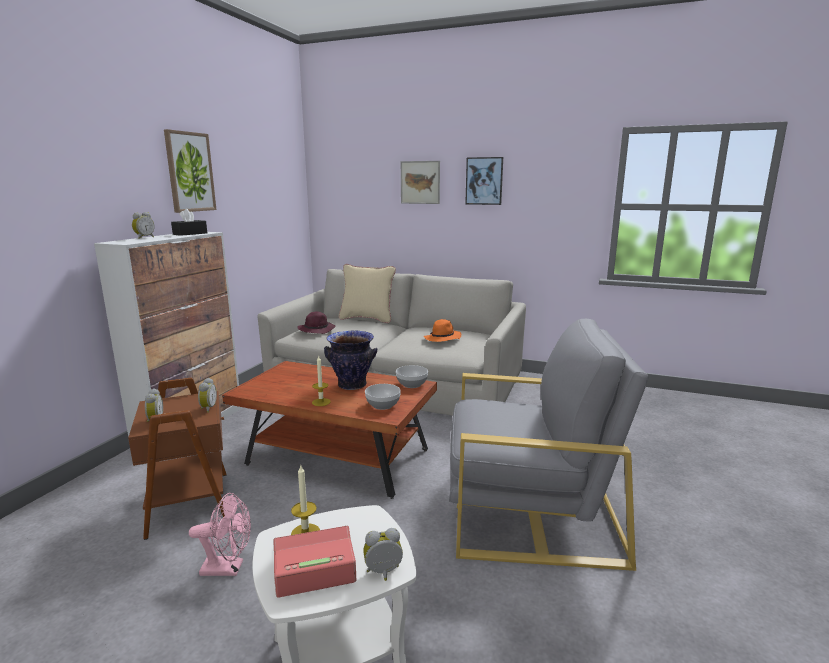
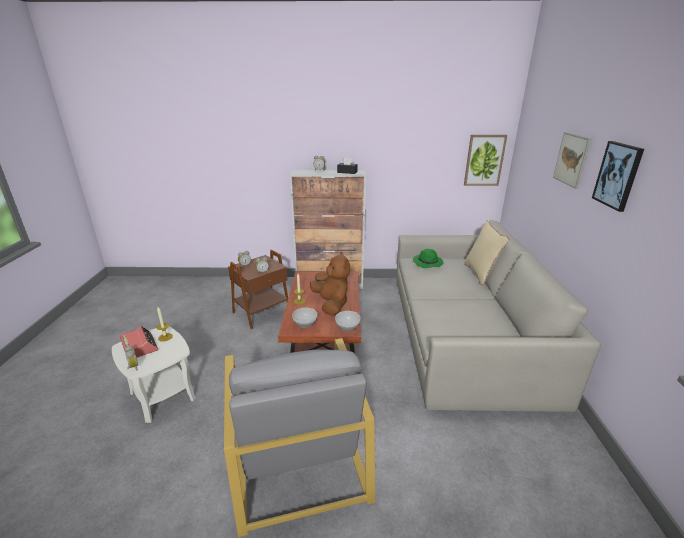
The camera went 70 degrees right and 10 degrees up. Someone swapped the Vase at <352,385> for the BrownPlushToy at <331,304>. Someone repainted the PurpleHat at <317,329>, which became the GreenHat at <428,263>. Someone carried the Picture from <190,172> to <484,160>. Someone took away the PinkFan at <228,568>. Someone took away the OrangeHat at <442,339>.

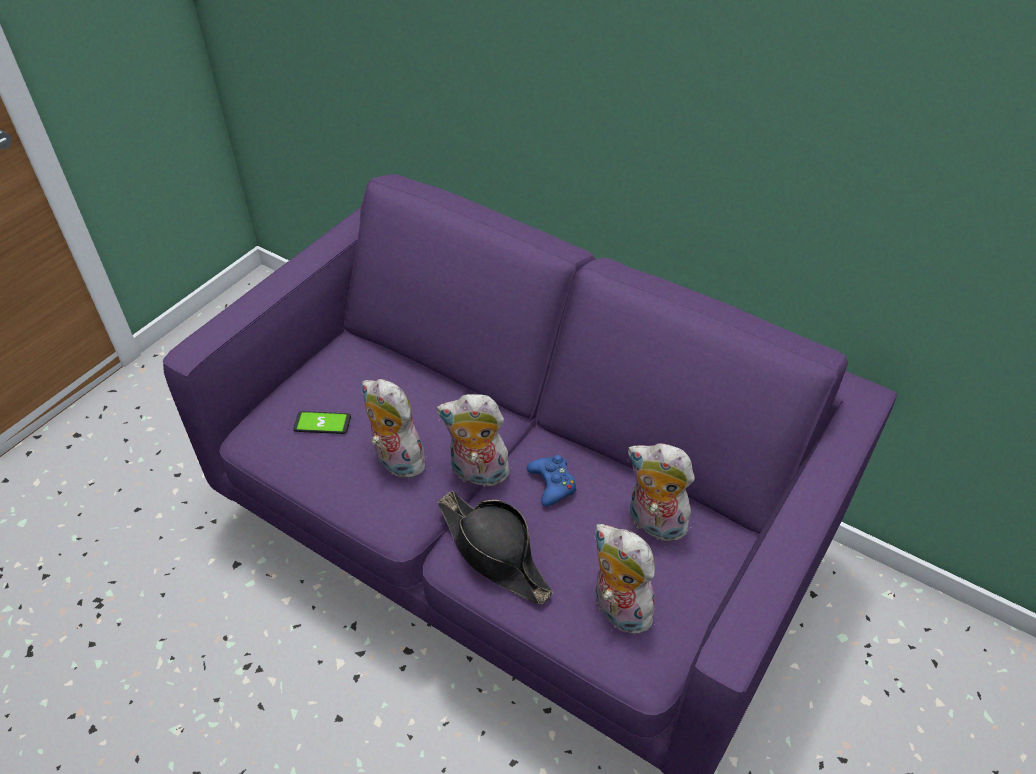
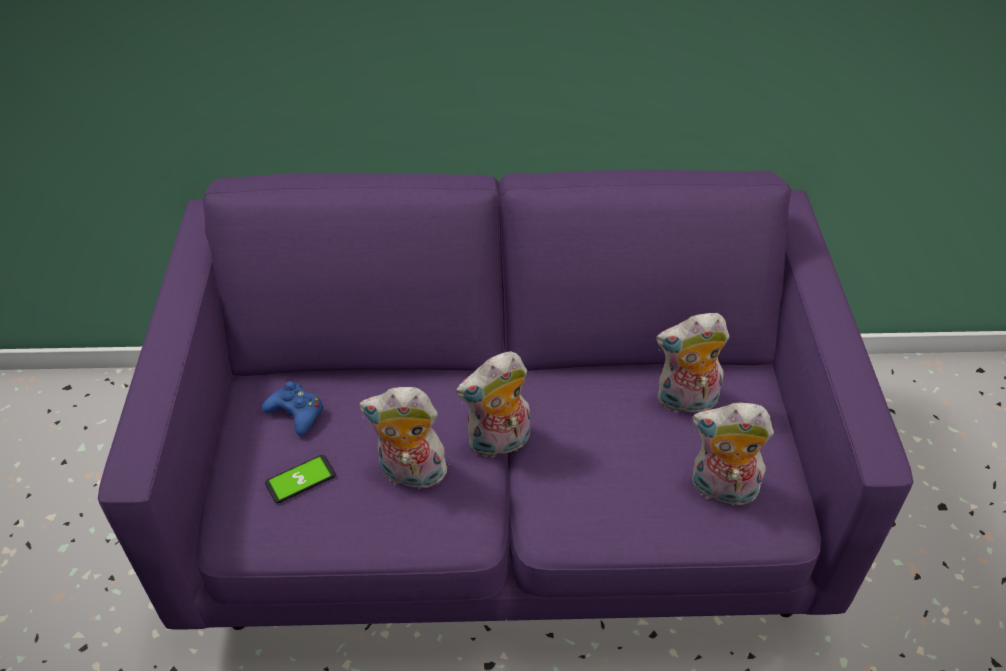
The camera went 35 degrees left and 0 degrees up. Someone carried the BlueGameController from <552,484> to <296,413>. Someone took away the BlackHat at <494,553>.

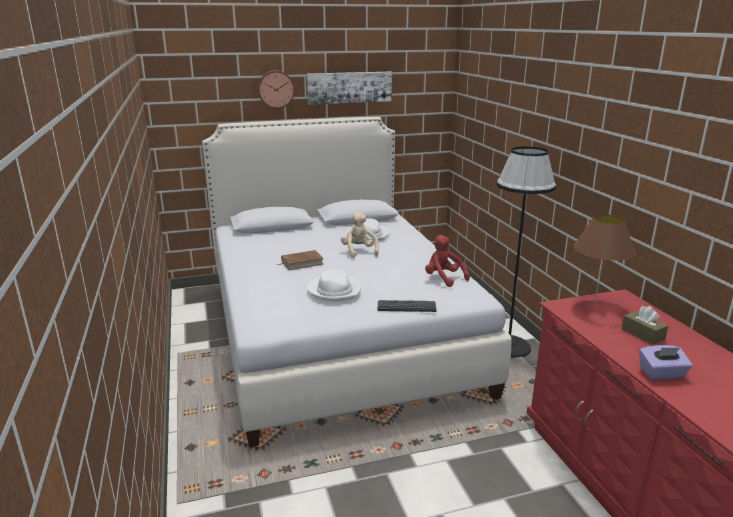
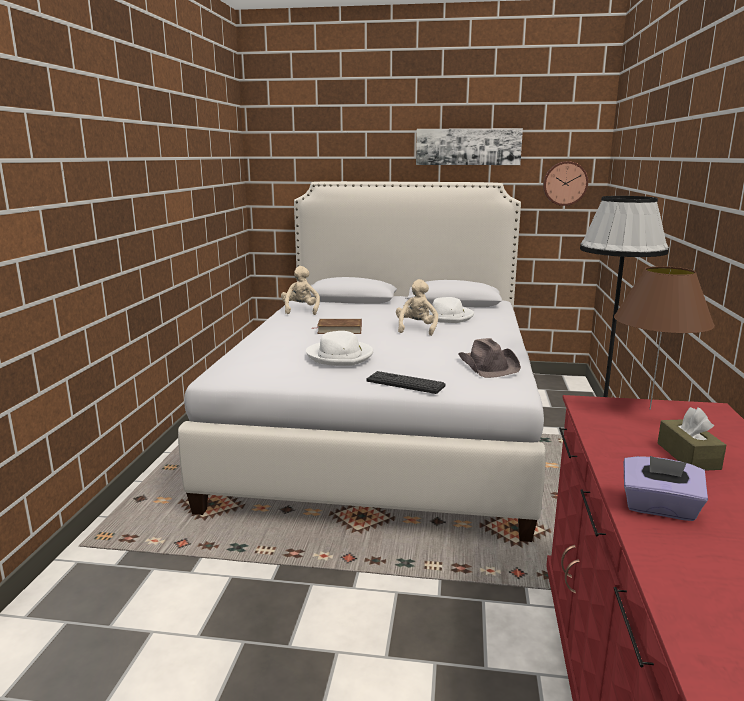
The camera went 25 degrees right and 5 degrees down. Someone put down the BeigePlushToy at <301,310>. Someone swapped the RedPlushToy at <443,278> for the BrownHat at <489,366>. Someone carried the WallClock from <275,89> to <565,183>.

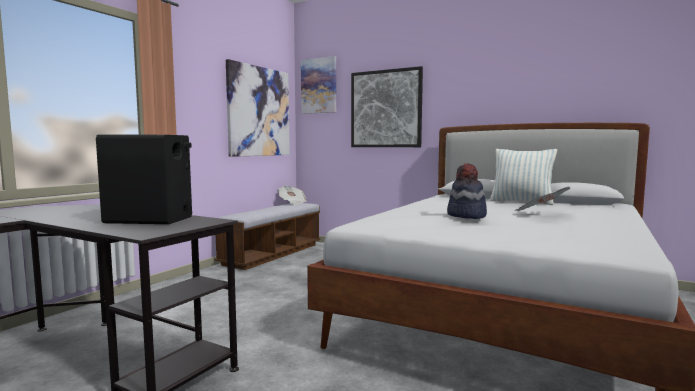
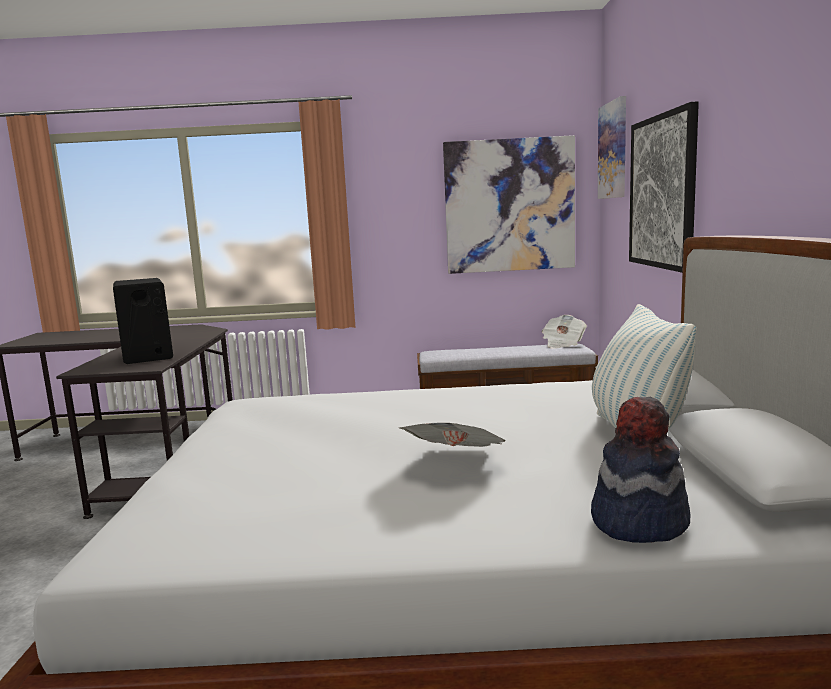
The camera went 60 degrees right and 5 degrees up. Someone carried the Hat from <466,216> to <638,521>.

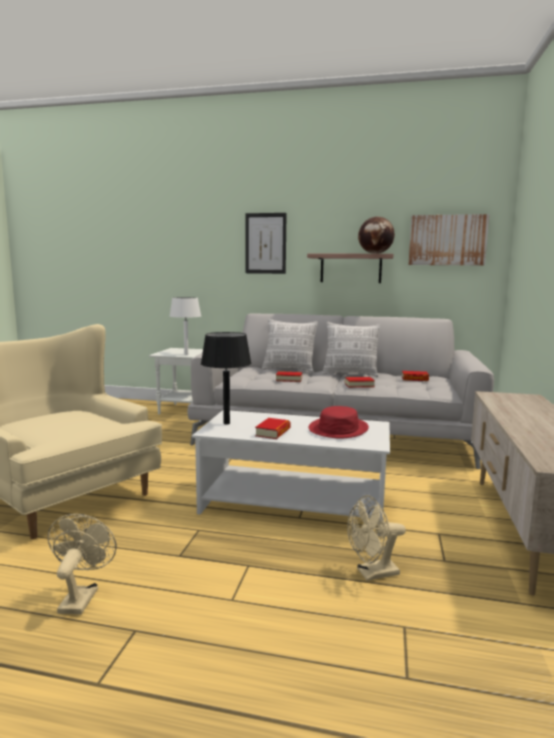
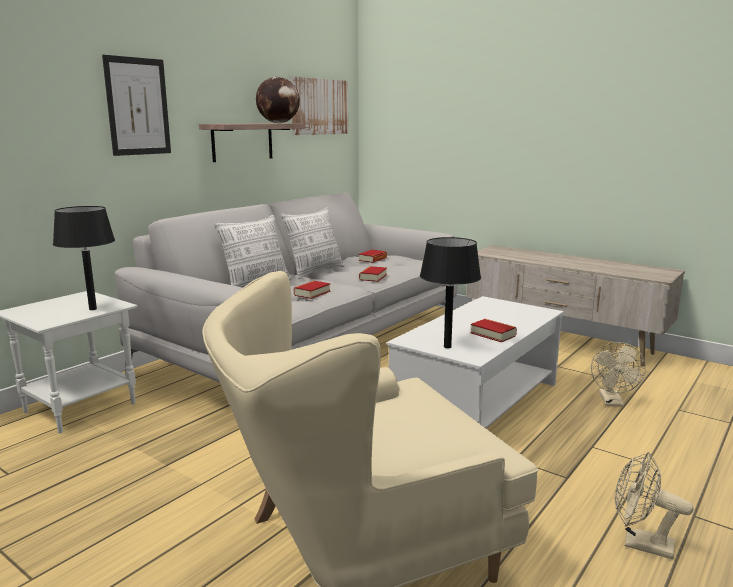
The camera went 65 degrees left and 5 degrees up. Someone repainted the WhiteTableLamp at <186,354>, which became the BlackTableLamp at <92,309>. Someone took away the RedHat at <338,429>.

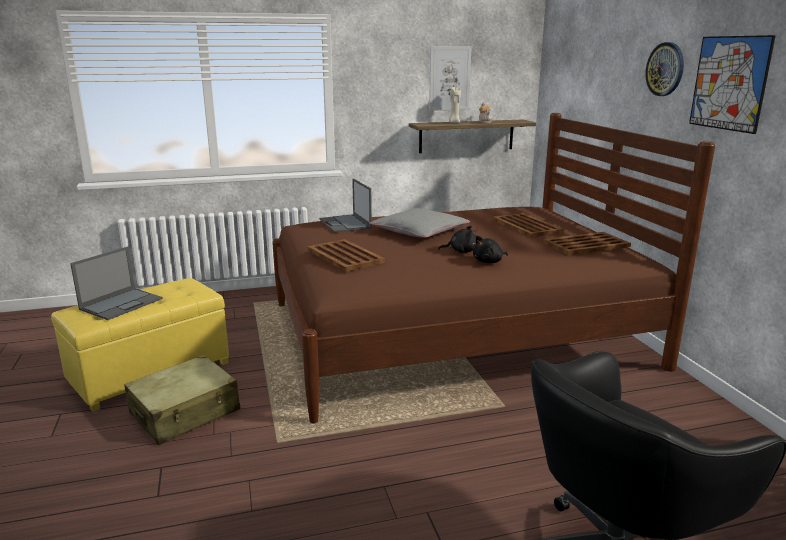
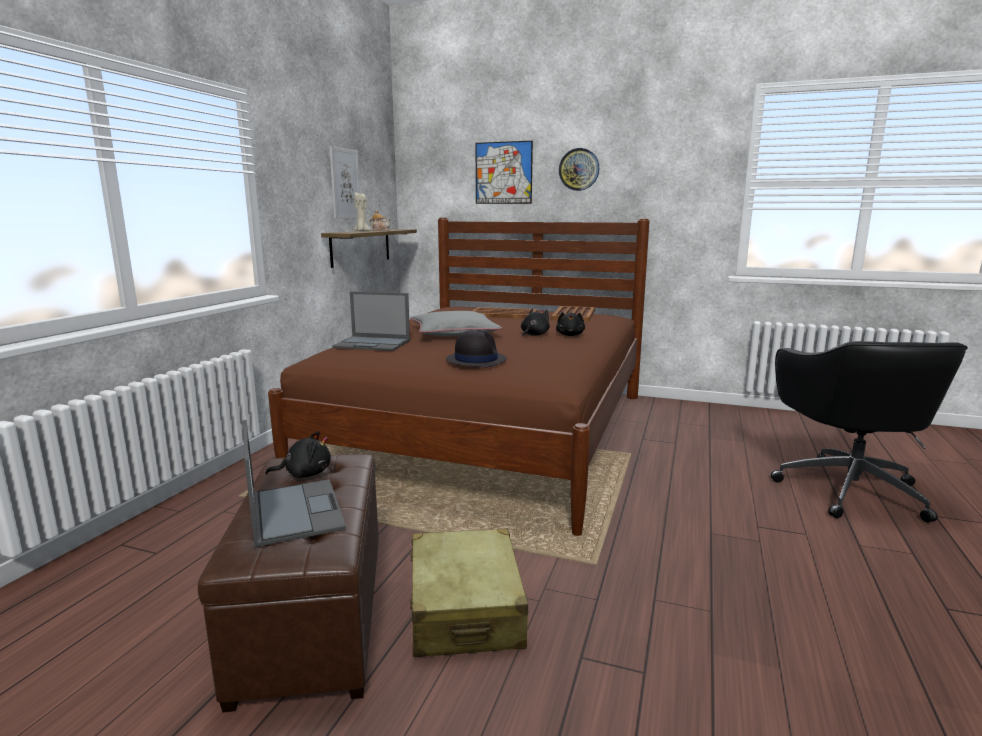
The camera went 55 degrees left and 5 degrees down. Someone repainted the YellowOttoman at <150,373>, which became the BrownOttoman at <312,617>. Someone put down the BlackPlushToy at <305,474>. Someone swapped the BrownTray at <345,256> for the BlackHat at <476,360>. Someone carried the Picture from <729,83> to <503,173>.

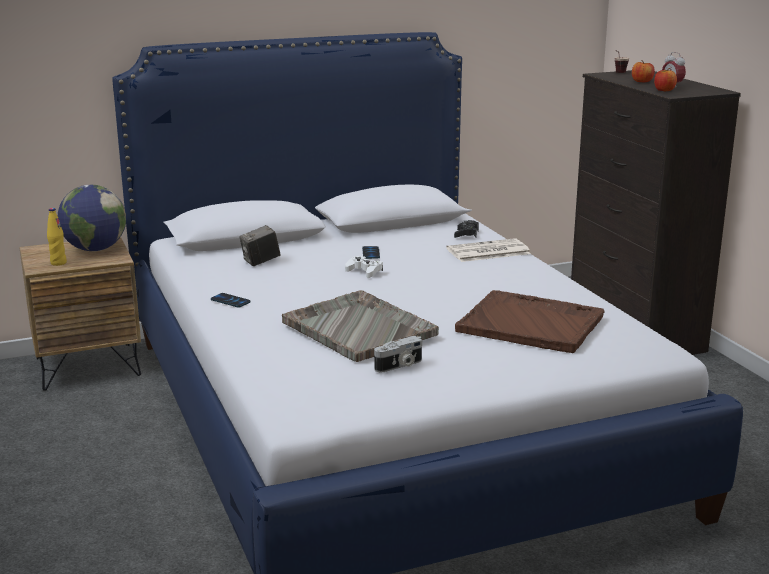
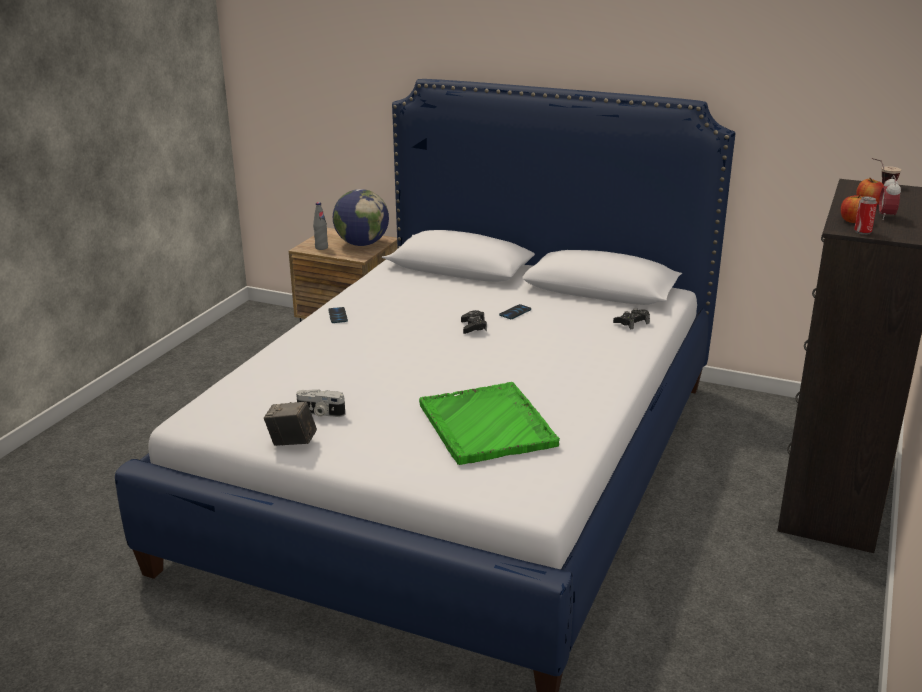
The camera went 45 degrees right and 5 degrees up. Someone carried the PhotoCamera from <260,262> to <292,442>. Someone repainted the YellowBottle at <58,263>, which became the GreyBottle at <321,247>. Someone repainted the BrownTray at <531,324>, which became the GreenTray at <487,426>. Someone repainted the WhiteGameController at <364,271>, which became the BlackGameController at <473,327>. Someone put down the Can at <862,232>. Someone took away the GreyTray at <358,328>. Someone took away the Newspaper at <487,252>.

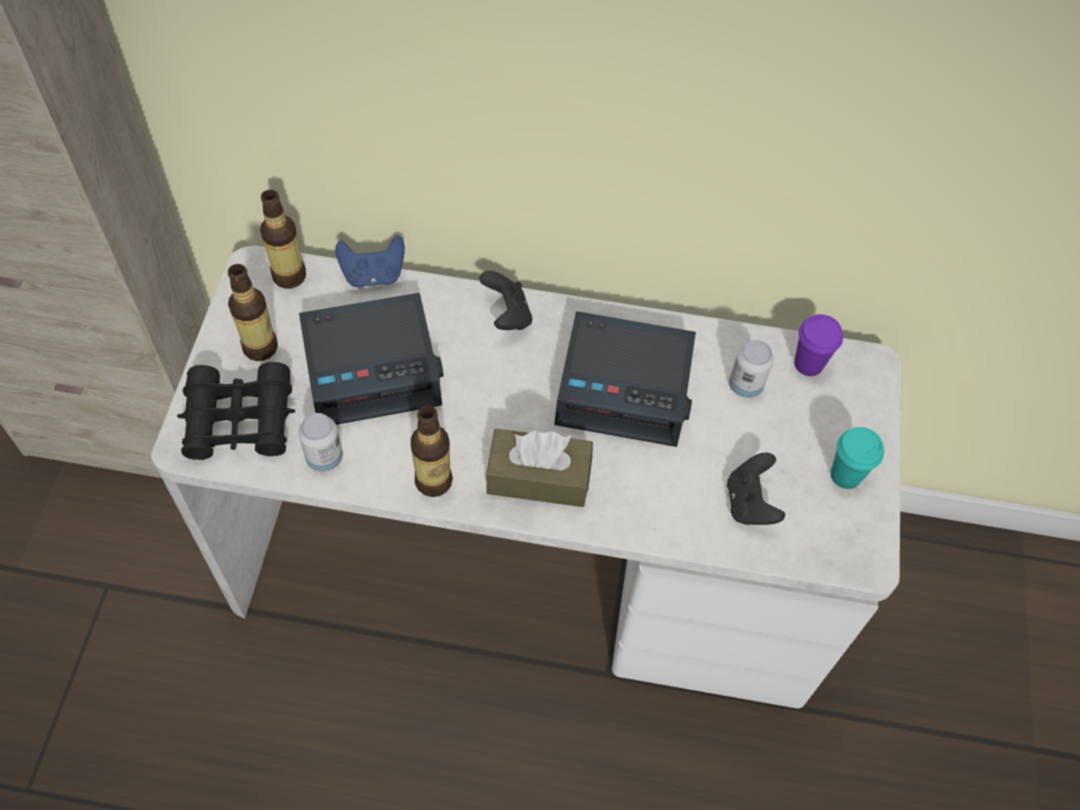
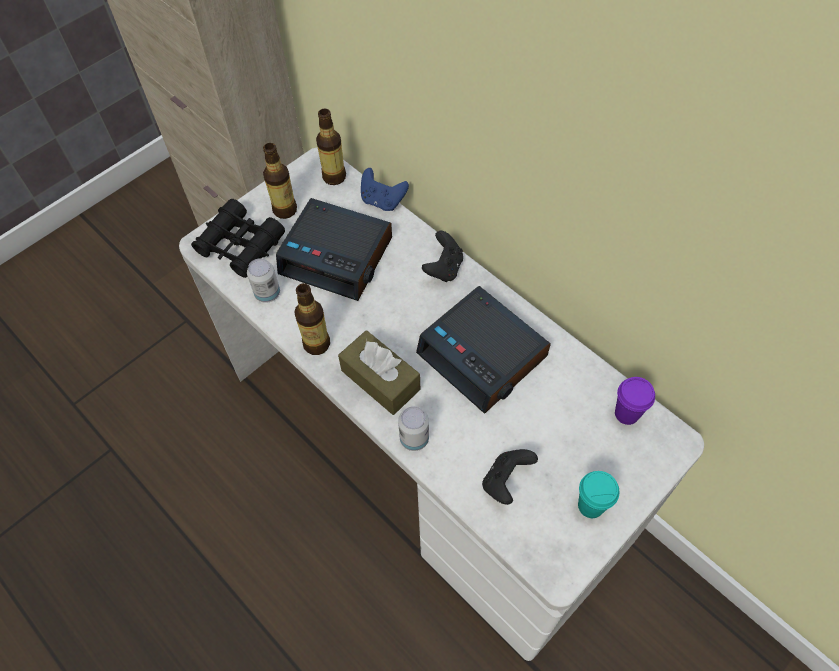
The camera went 40 degrees right and 0 degrees up. Someone carried the Can from <745,386> to <414,439>.

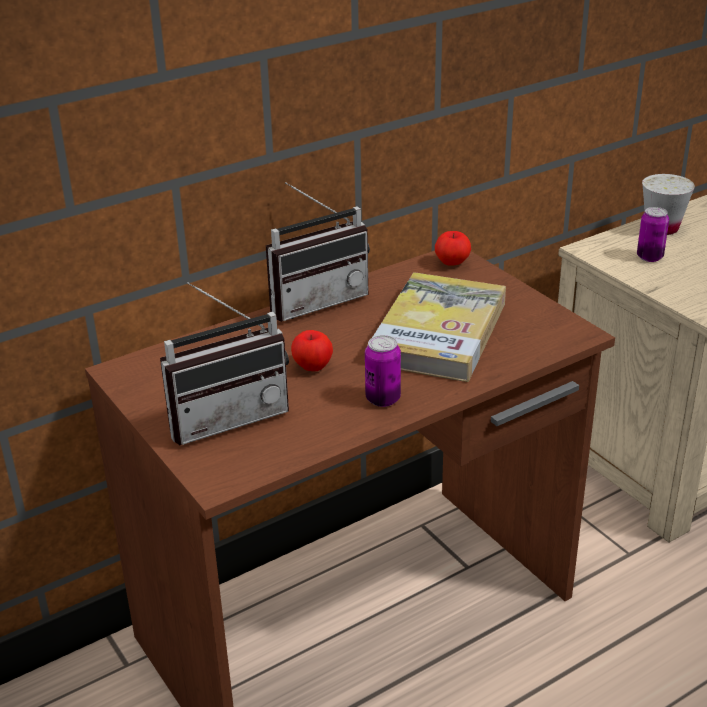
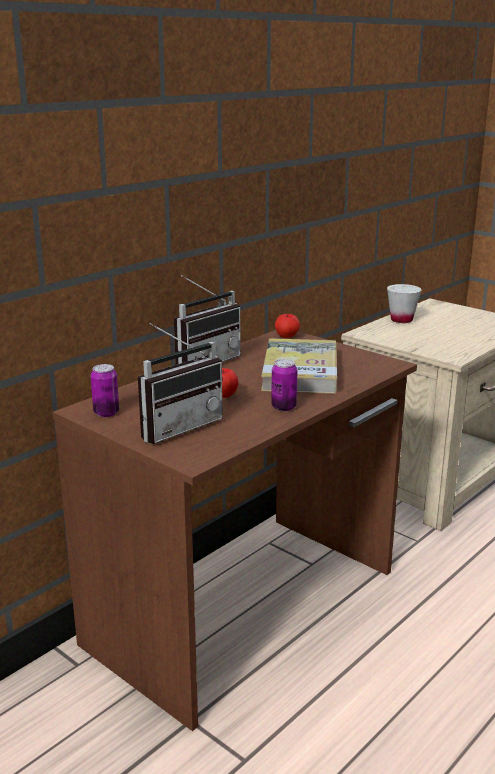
The camera went 15 degrees left and 10 degrees down. Someone carried the Can from <649,257> to <106,413>.

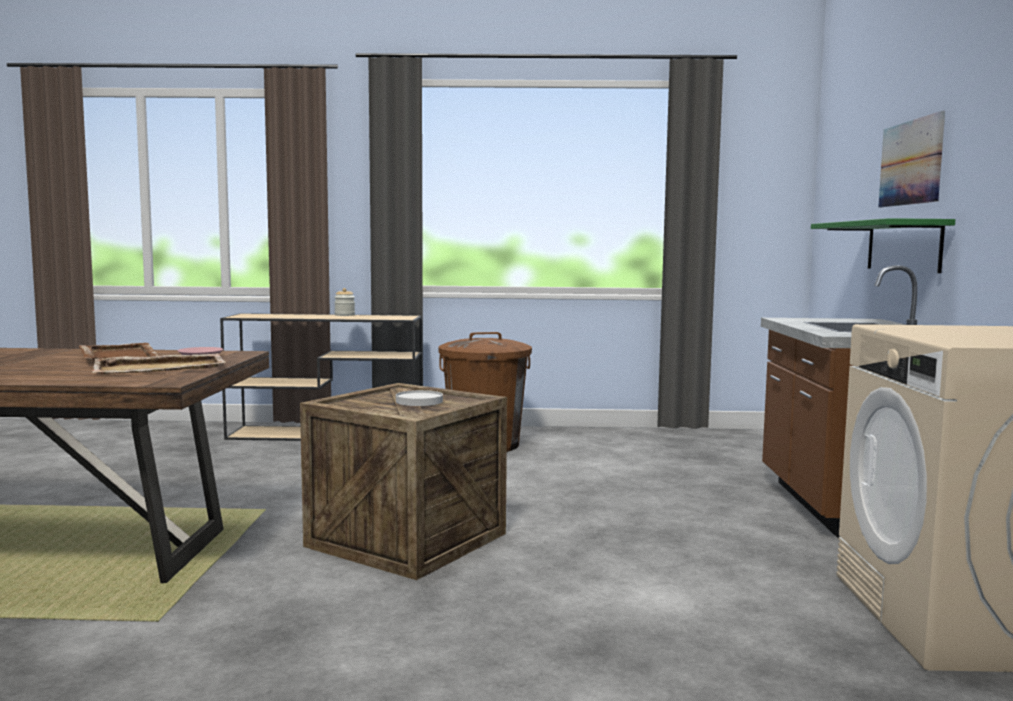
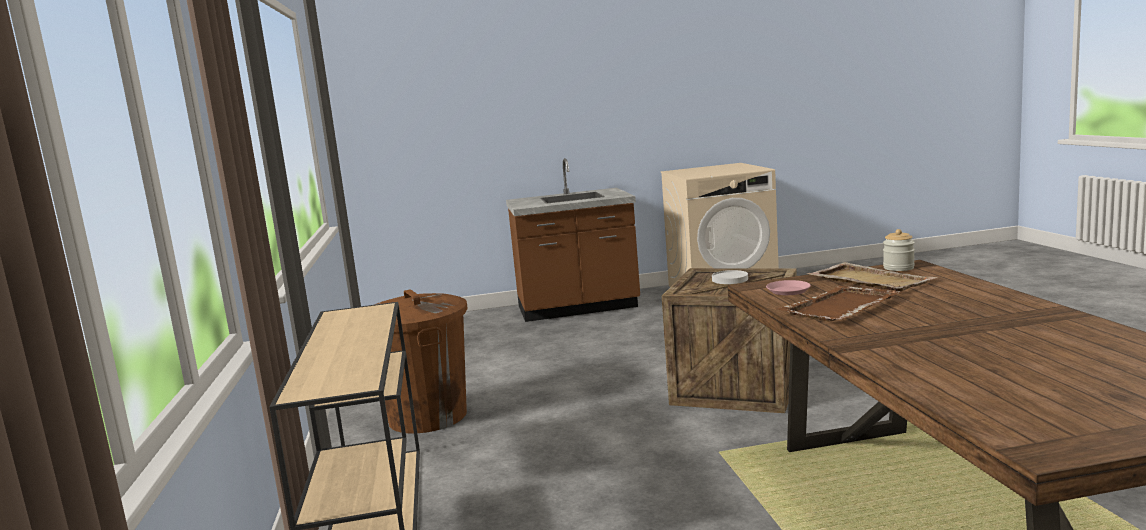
The camera went 100 degrees left and 5 degrees up. Someone carried the Jar from <344,315> to <898,268>. Someone took away the GreenShelf at <903,246>. Someone took away the Picture at <910,163>.

